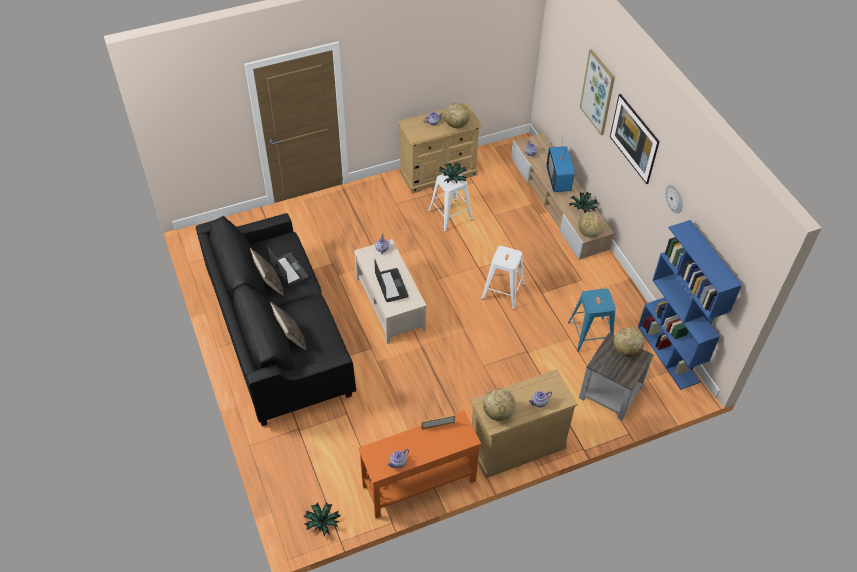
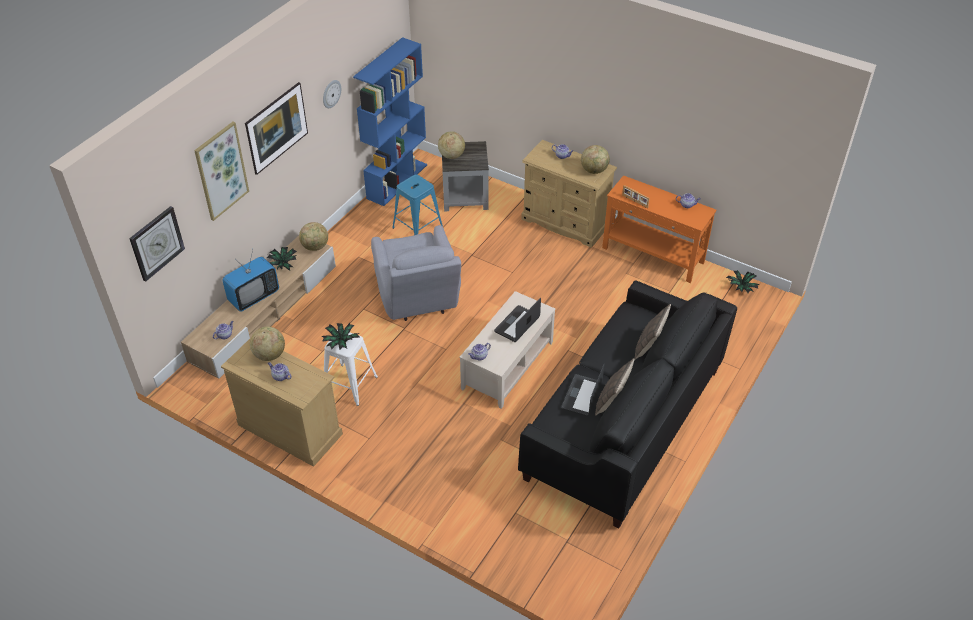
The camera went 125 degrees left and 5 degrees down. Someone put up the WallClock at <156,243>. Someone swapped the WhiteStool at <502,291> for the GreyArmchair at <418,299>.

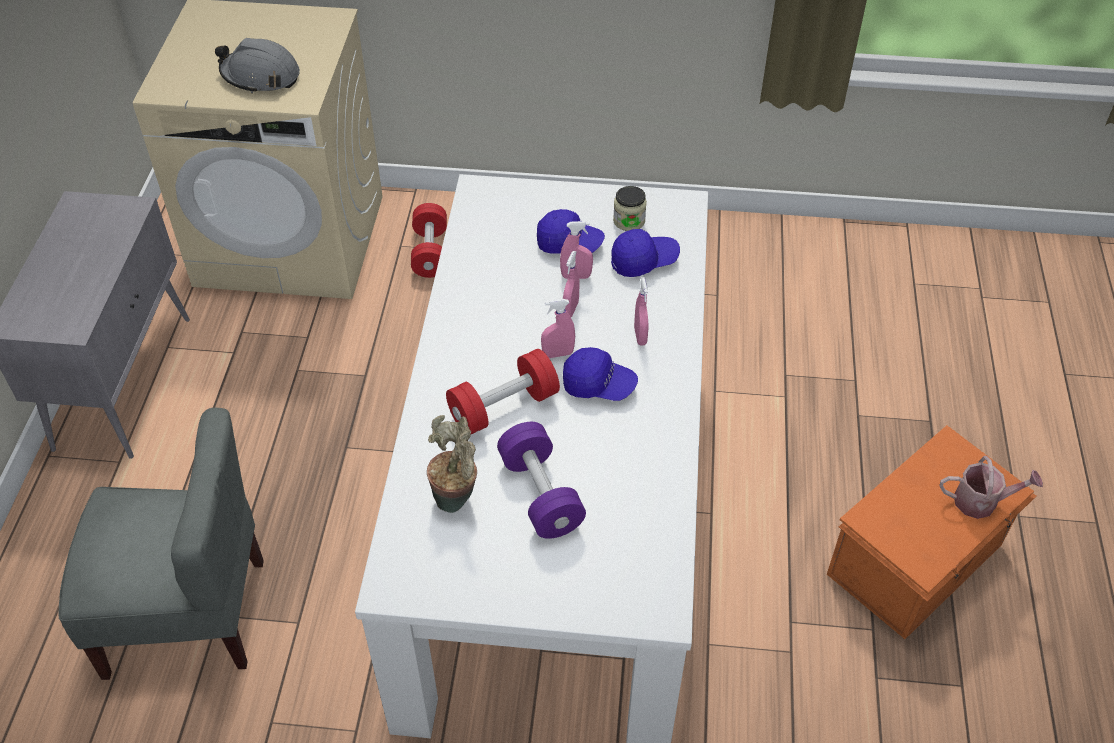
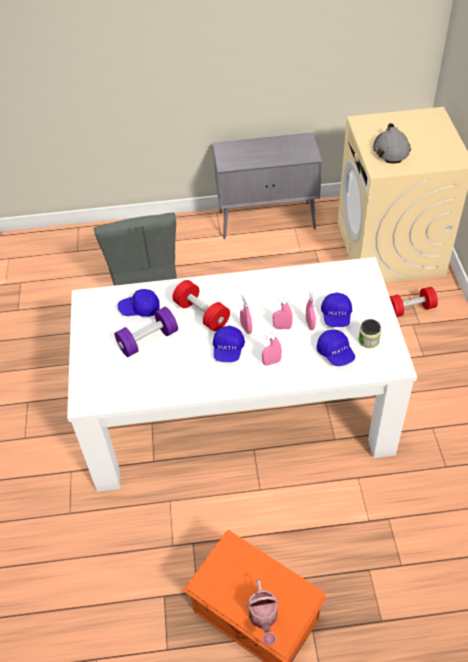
The camera went 80 degrees right and 0 degrees up. Someone swapped the PottedPlant at <457,497> for the BlueCap at <140,309>.

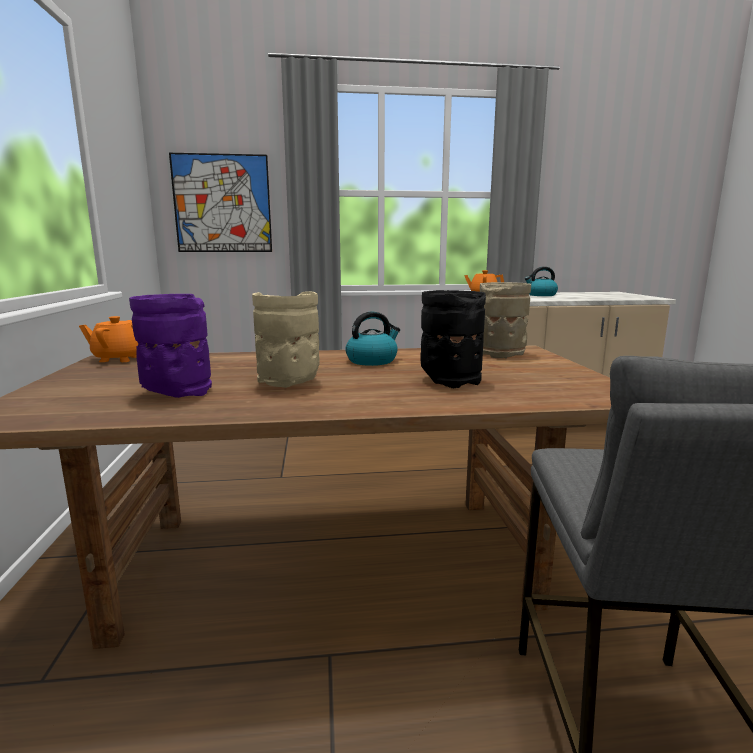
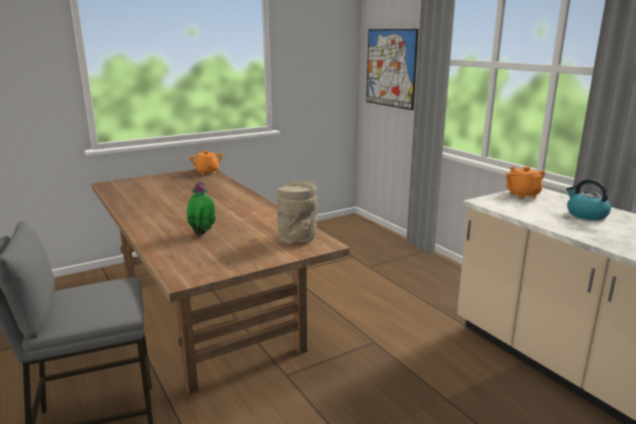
The camera went 65 degrees right and 5 degrees up. Someone swapped the BlackVase at <450,380> for the PottedPlant at <203,234>. Someone took away the PurpleVase at <176,391>. Someone took away the BeigeVase at <288,382>. Someone took away the Kettle at <372,361>.

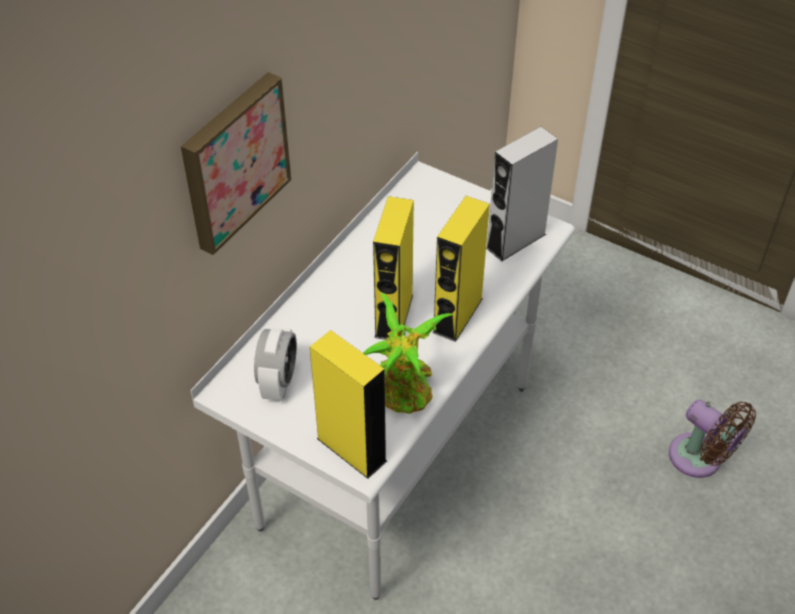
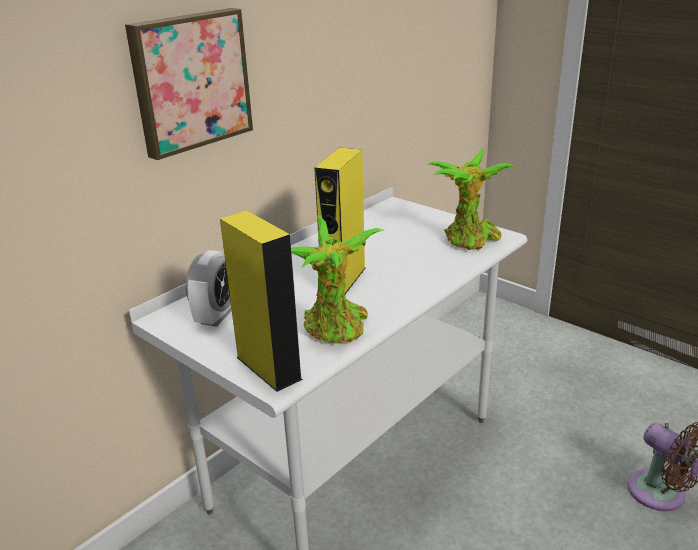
The camera went 10 degrees right and 20 degrees down. Someone swapped the GreySpeaker at <515,241> for the PottedPlant at <469,241>. Someone took away the YellowSpeaker at <457,315>.

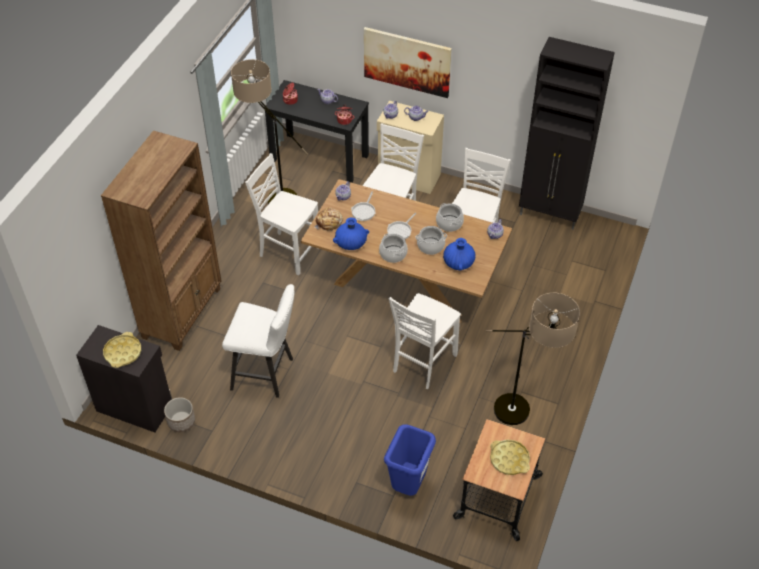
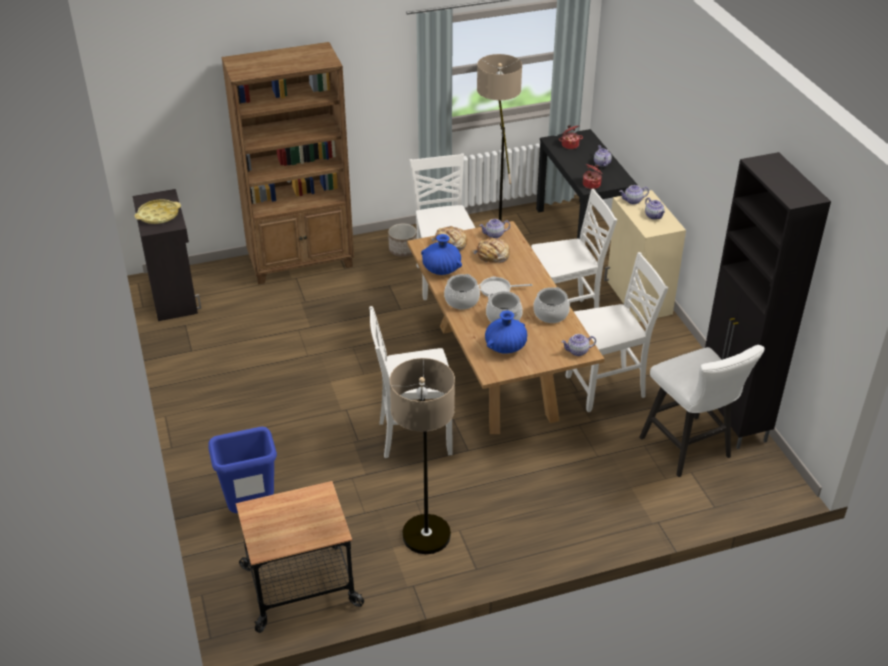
The camera went 50 degrees right and 10 degrees down. Someone carried the Planter from <181,421> to <403,250>. Someone swapped the FryingPan at <364,211> for the Bread at <492,256>. Someone carried the WhiteStool from <267,374> to <689,451>. Someone took away the Picture at <407,61>. Someone took away the YellowTray at <509,459>.

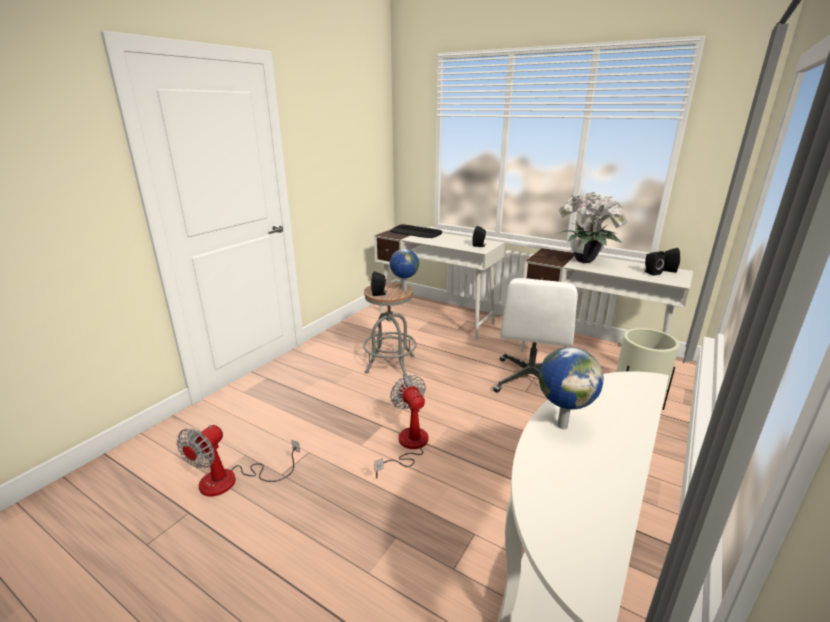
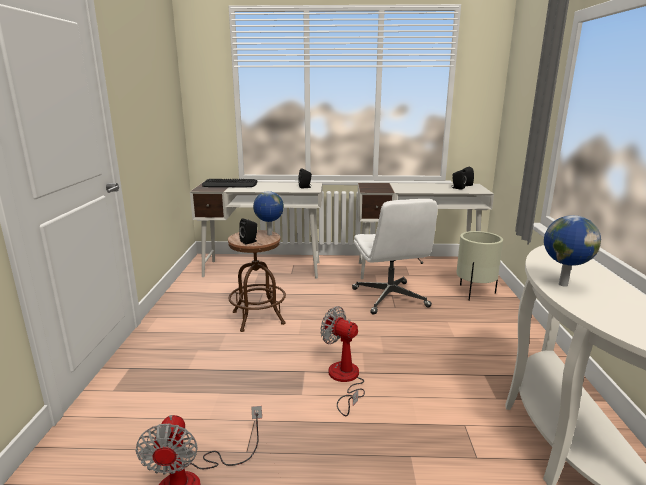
The camera went 30 degrees left and 5 degrees down. Someone repainted the GreyStool at <390,364>, which became the BrownStool at <258,318>. Someone took away the PottedPlant at <586,261>.

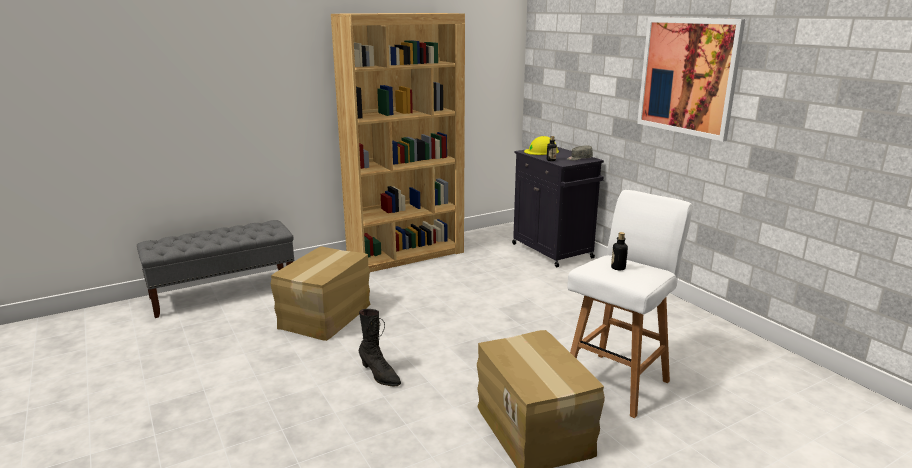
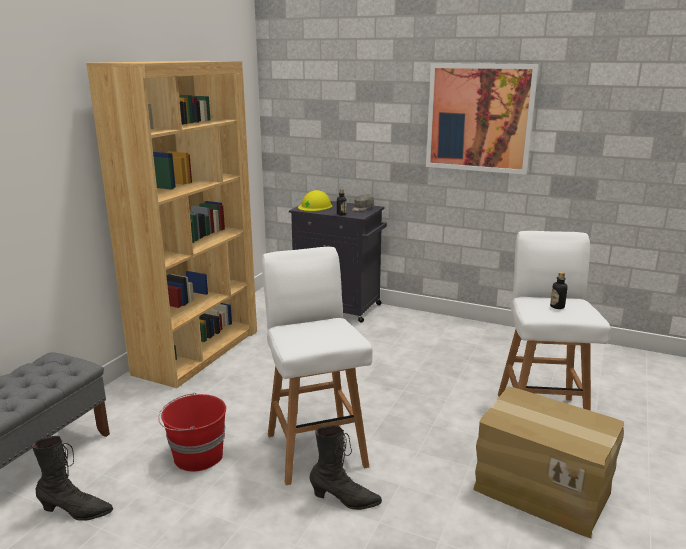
The camera went 35 degrees left and 0 degrees up. Someone put down the BlackBoot at <76,512>. Someone swapped the CardboardBox at <326,316> for the RedBucket at <197,456>. Someone put down the WhiteStool at <316,448>.

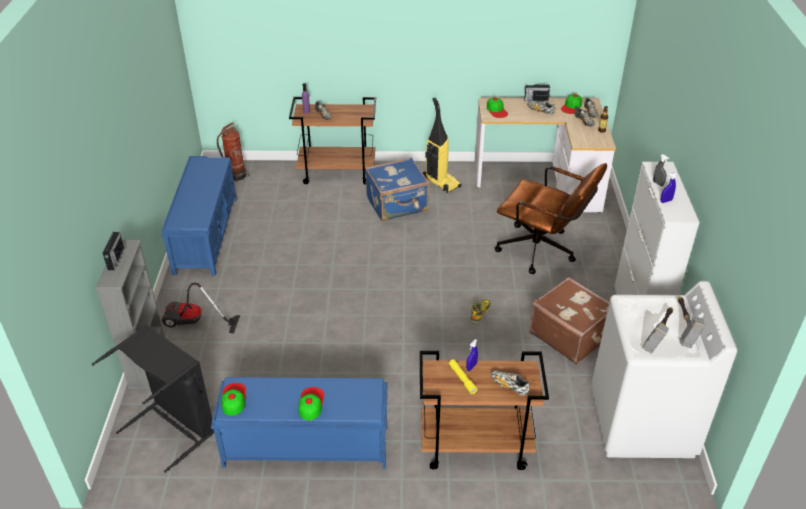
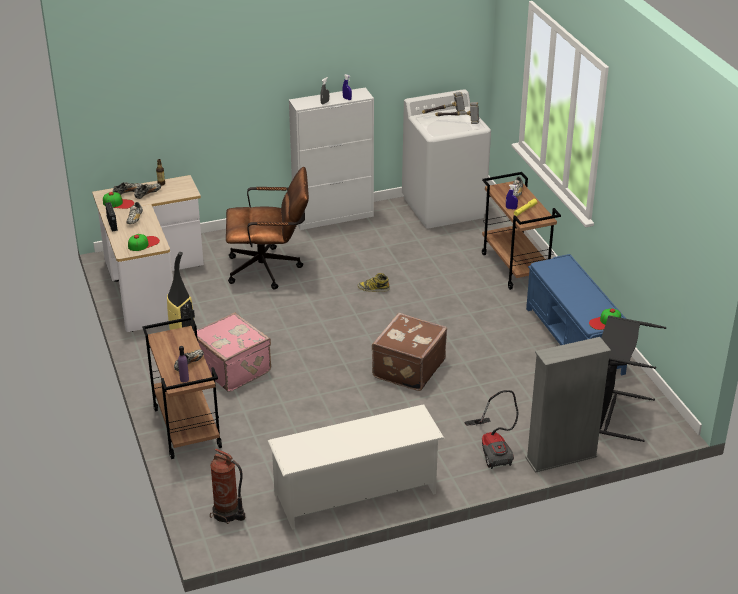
The camera went 110 degrees left and 5 degrees down. Someone repainted the BlueSuitcase at <397,205>, which became the PinkSuitcase at <233,368>. Someone rotated the BrownOfficeChair at <542,252> by 75 degrees clockwise. Someone swapped the BlueBench at <206,234> for the WhiteShoeRack at <356,494>. Someone carried the BrownSuitcase from <570,335> to <407,368>. Someone took away the Radio at <115,260>. Someone took away the Cap at <311,403>.

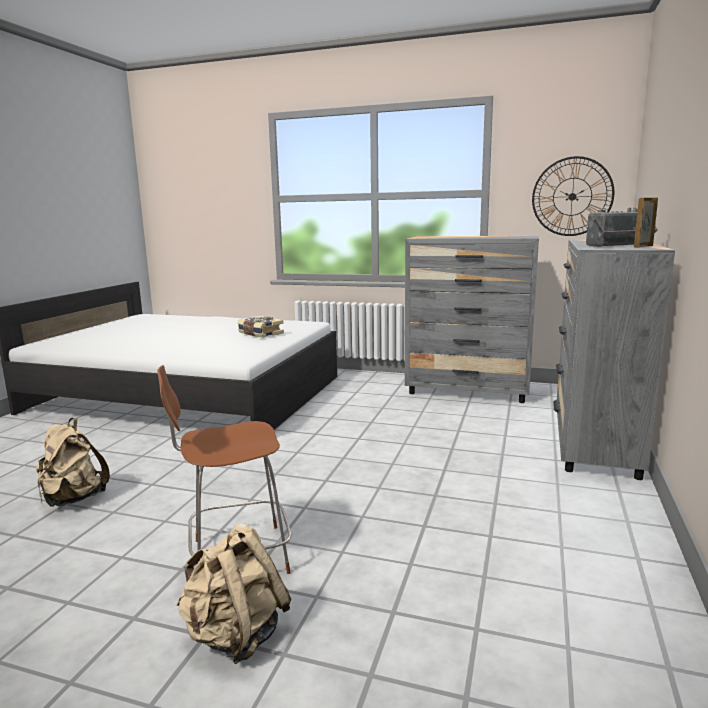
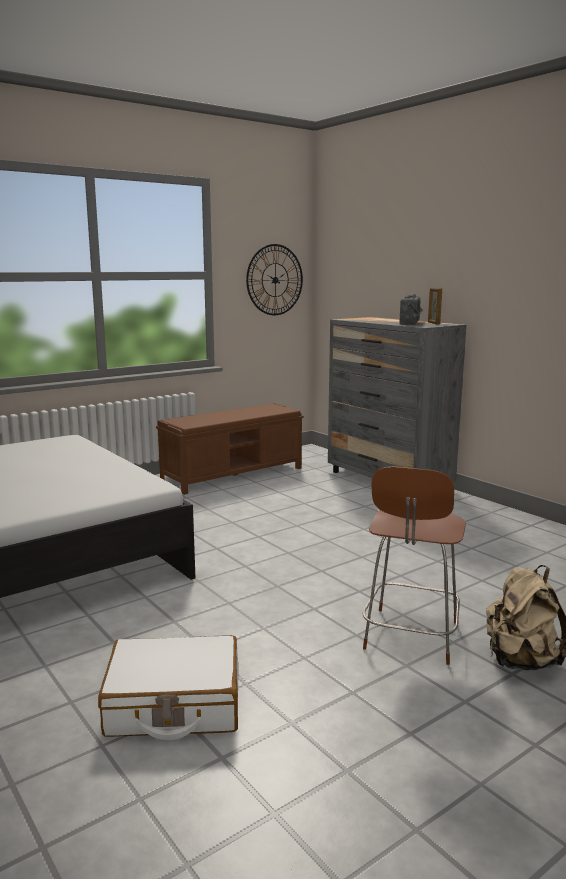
The camera went 55 degrees left and 0 degrees up. Someone swapped the BeigeBackpack at <73,499> for the WhiteSuitcase at <174,704>. Someone swapped the GreyDresser at <468,391> for the BrownBench at <234,474>. Someone took away the Book at <260,334>.

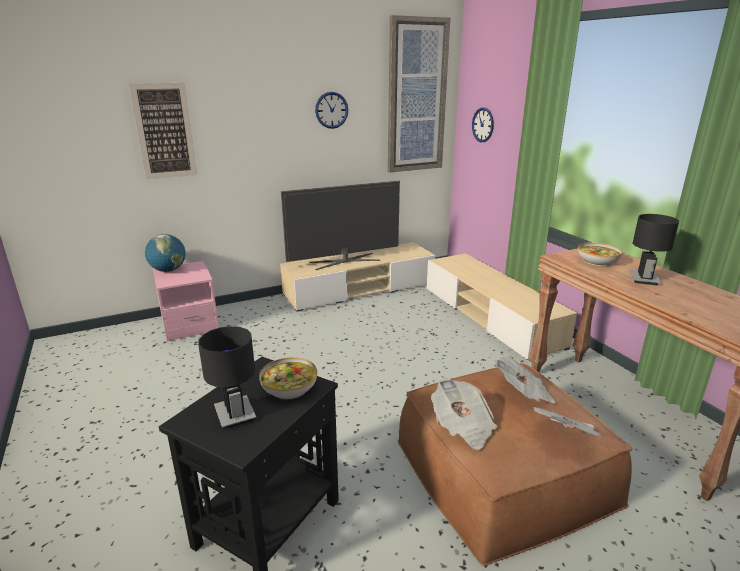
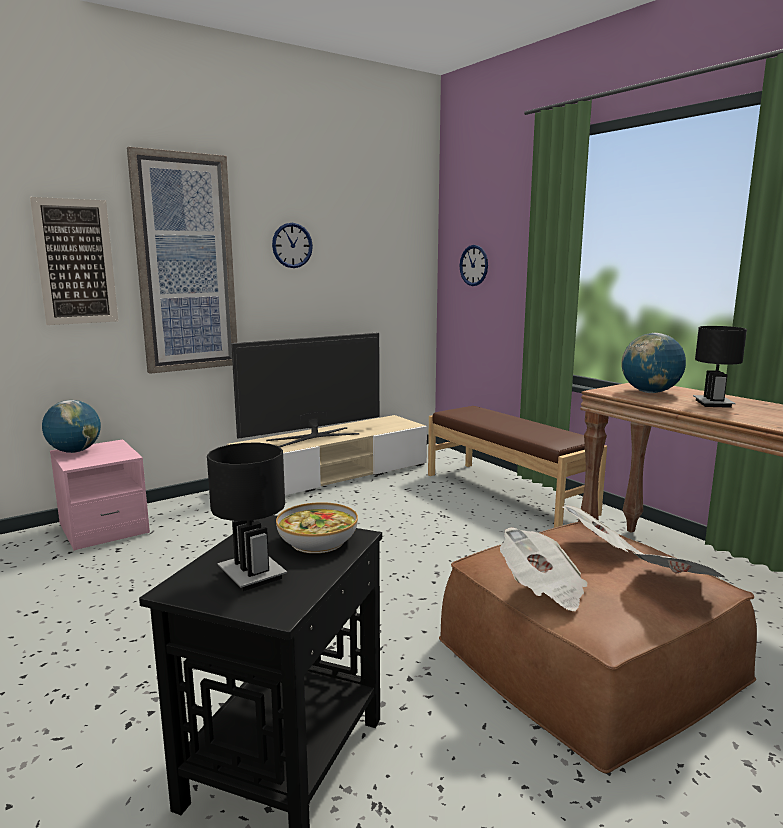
The camera went 10 degrees left and 10 degrees down. Someone carried the Picture from <416,97> to <185,264>. Someone swapped the BeigeTvStand at <490,316> for the BrownBench at <508,493>. Someone swapped the Bowl at <597,261> for the Globe at <650,392>.

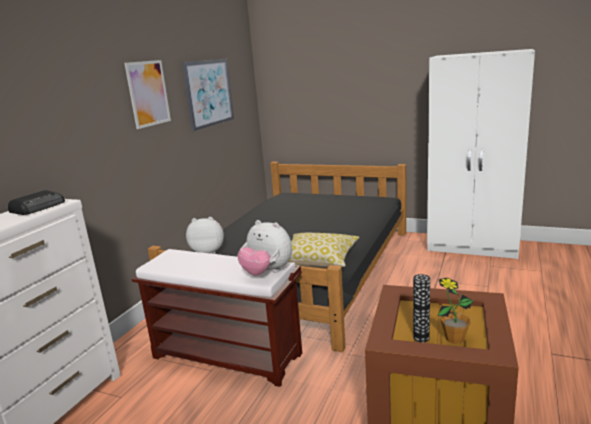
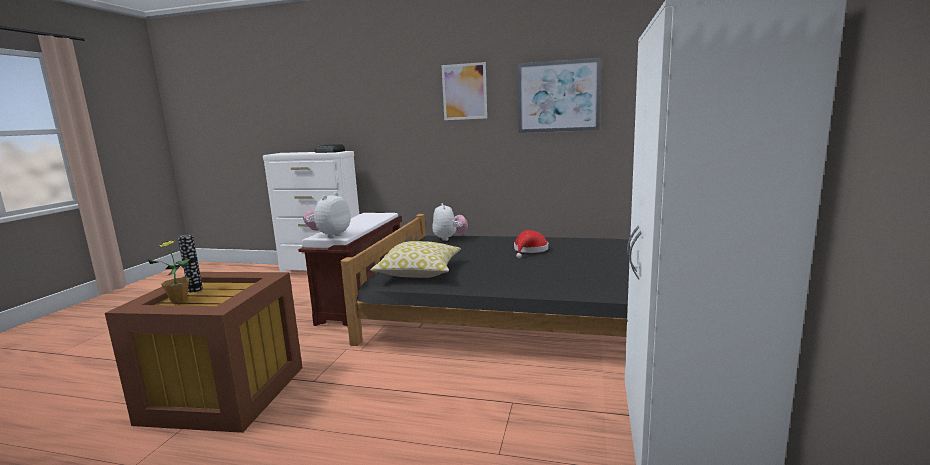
The camera went 80 degrees right and 5 degrees down. Someone put down the RedHat at <530,250>.

